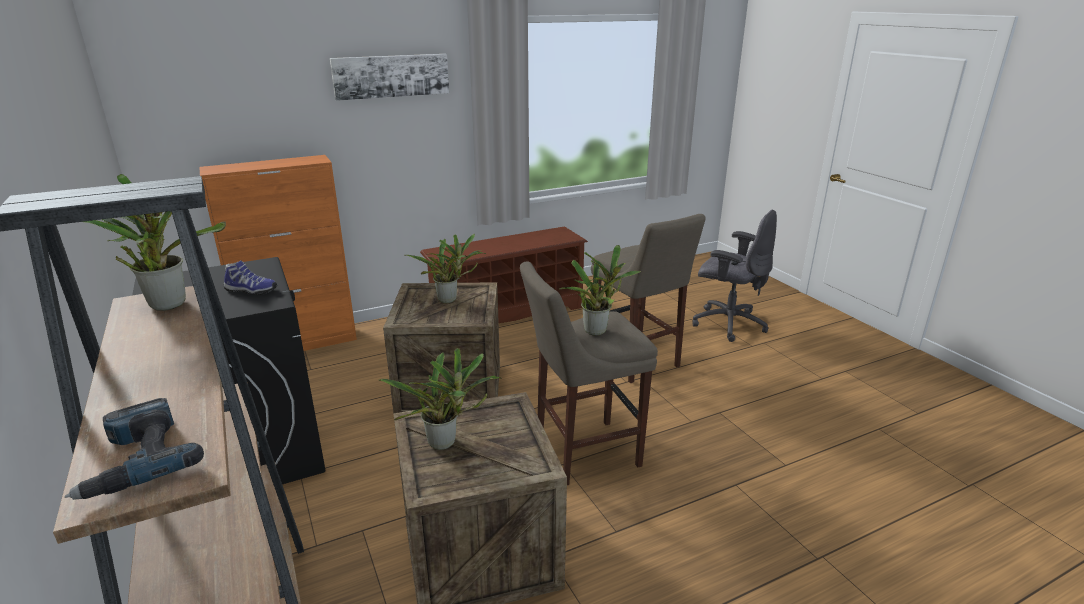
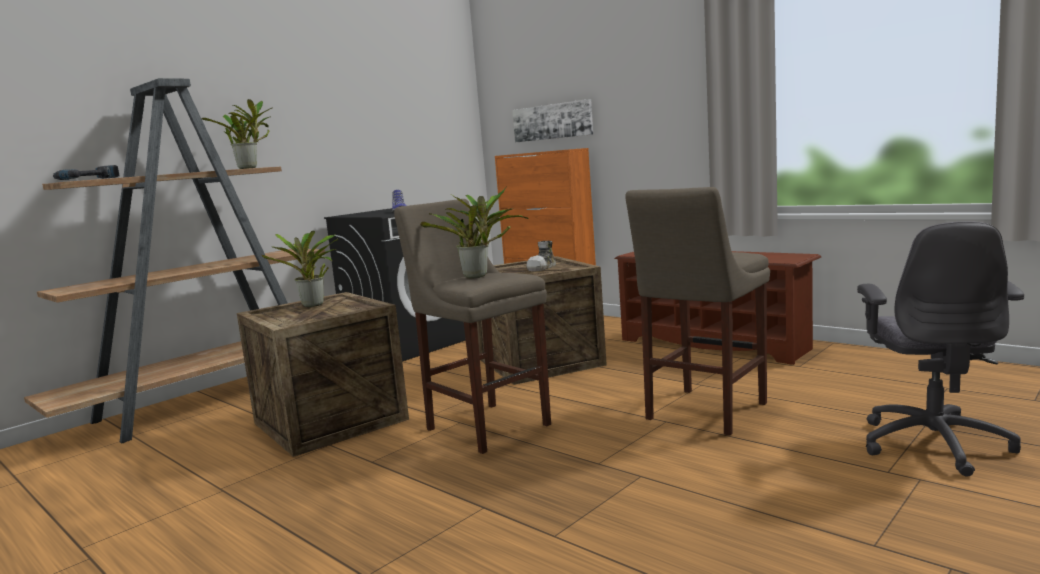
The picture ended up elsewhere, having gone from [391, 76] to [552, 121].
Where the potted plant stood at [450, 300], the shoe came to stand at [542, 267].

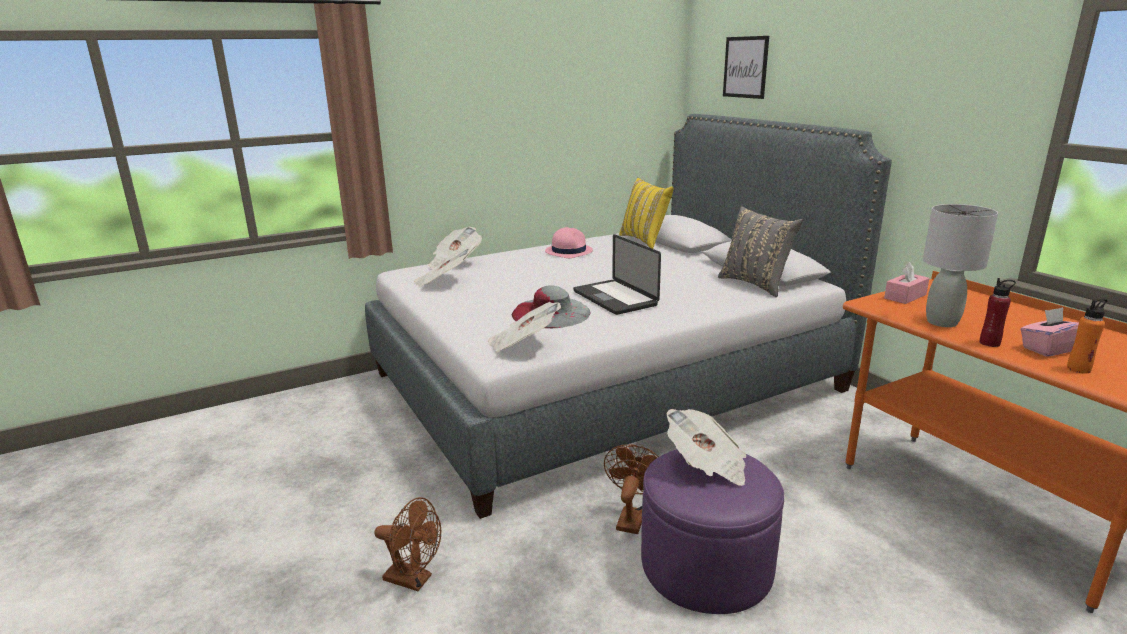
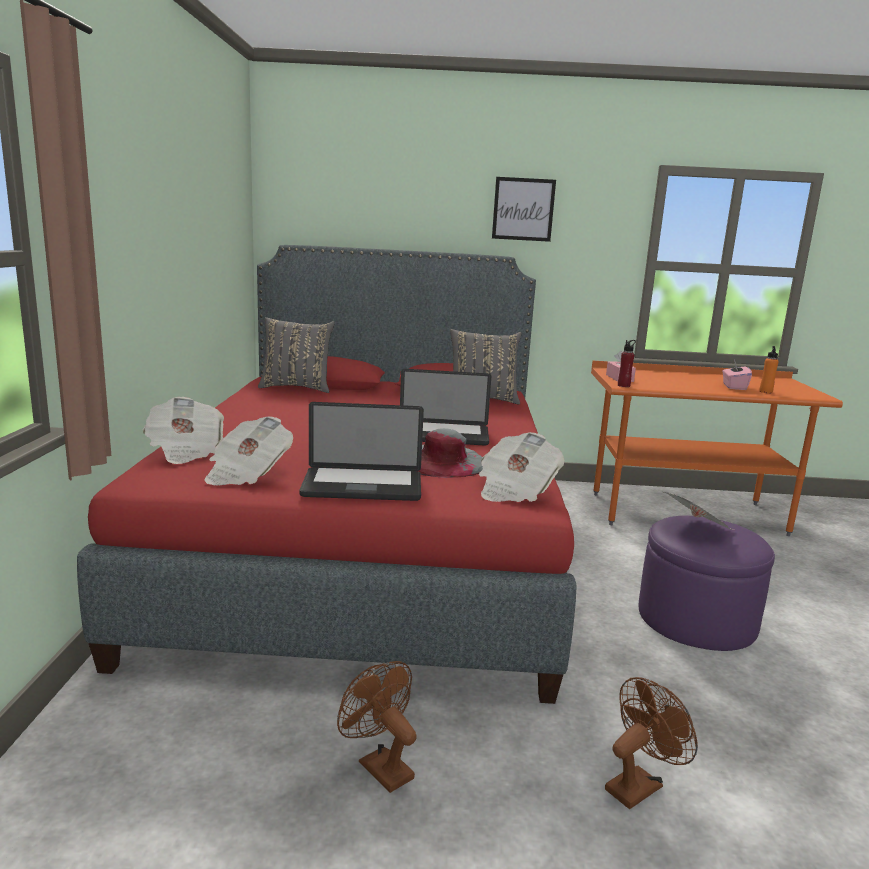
The second view lost the pink hat at [568, 251].
The second view lost the grey table lamp at [942, 322].
The second view gained the laptop at [362, 486].
The brown fan ended up elsewhere, having gone from [632, 517] to [379, 766].
The picture ended up elsewhere, having gone from [745, 67] to [523, 209].
The red bottle ended up elsewhere, having gone from [989, 343] to [623, 385].
What was the grey bed at [606, 381] turned into the red bed at [366, 547].
What was the yellow pillow at [645, 240] turned into the grey pillow at [297, 387].

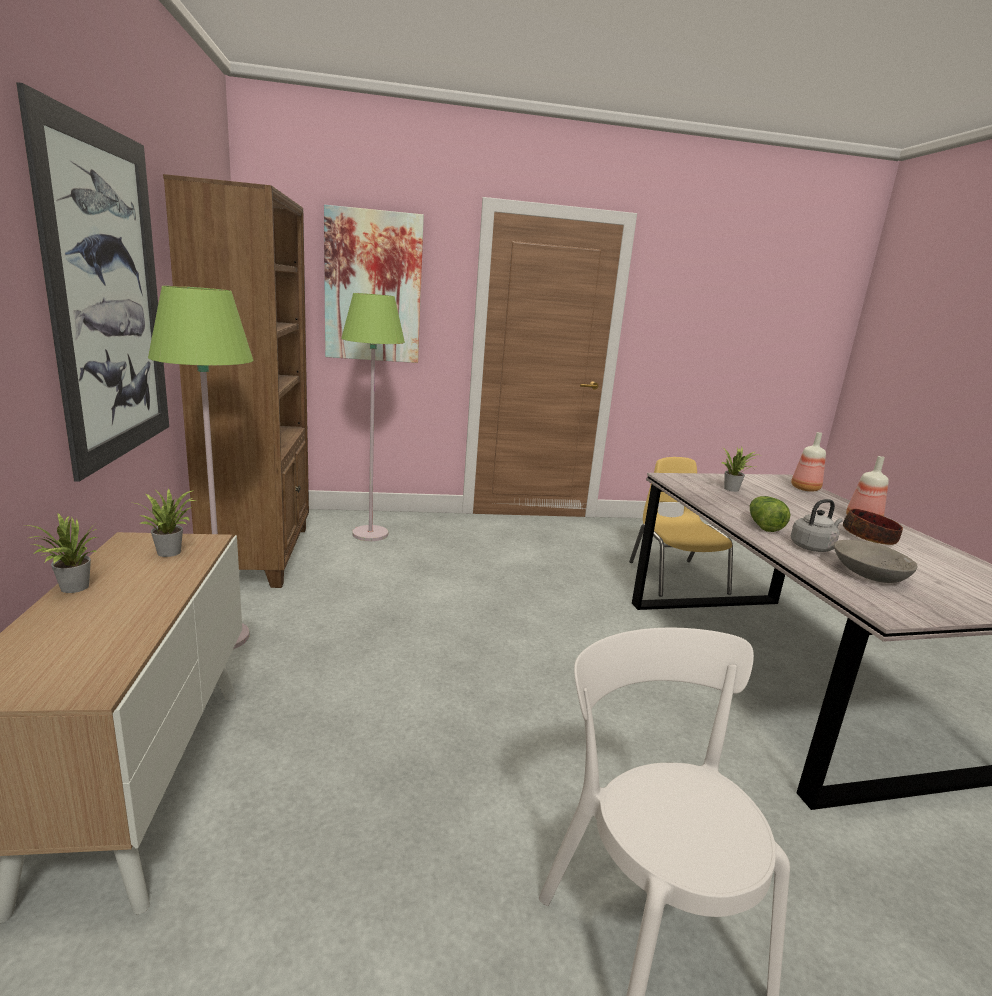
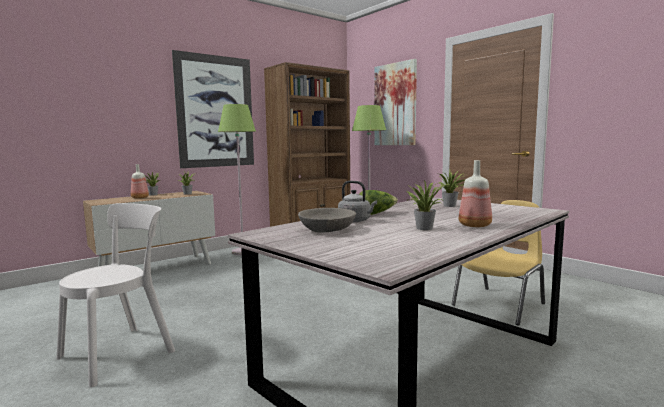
The bottle ended up elsewhere, having gone from [805, 489] to [139, 198].
Where the bowl stood at [869, 538], the potted plant came to stand at [423, 228].

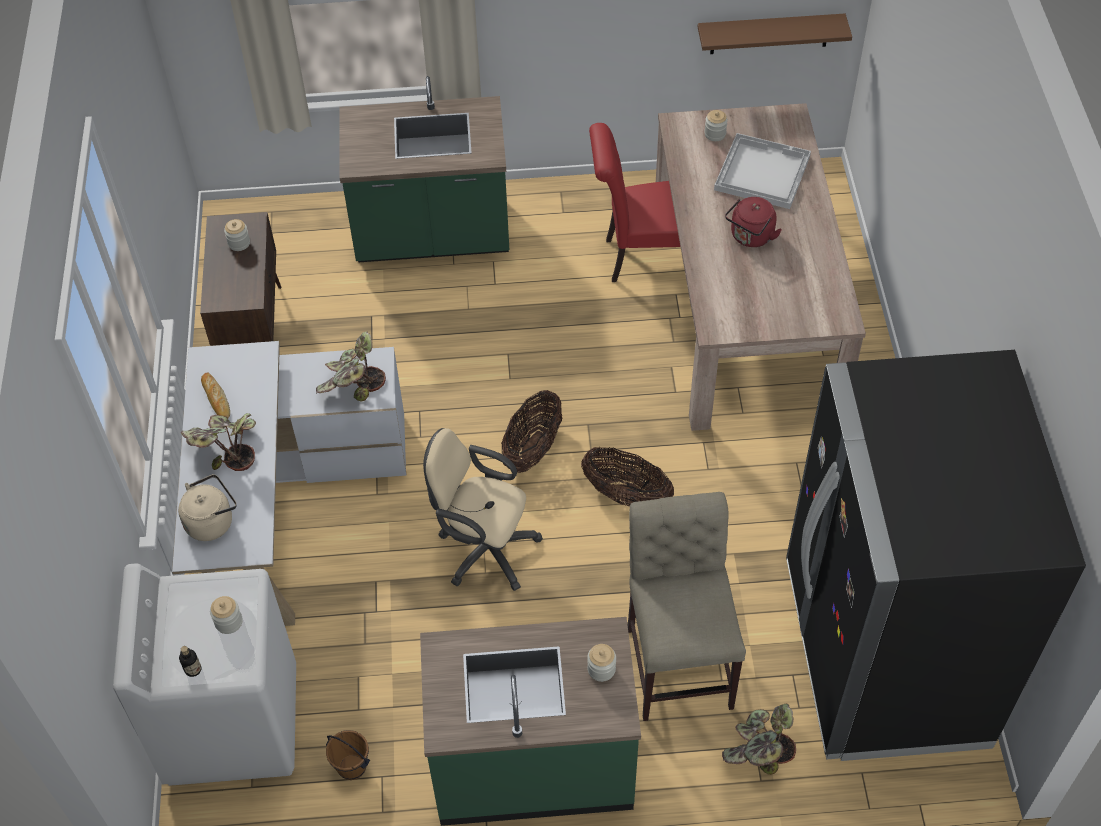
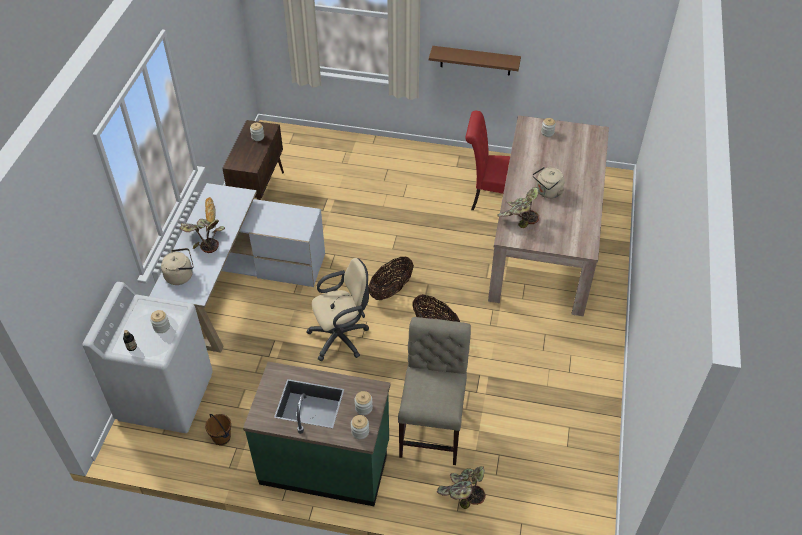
The second view lost the green counter at [432, 237].
The second view lost the white tray at [761, 172].
The second view lost the black fridge at [883, 655].
The second view gained the jar at [360, 432].
The potted plant ended up elsewhere, having gone from [351, 385] to [518, 218].
The brown shelf ended up elsewhere, having gone from [769, 34] to [475, 60].
What was the red kettle at [750, 237] turned into the beige kettle at [547, 192].
The beige office chair at [483, 548] ended up facing another way, 120 degrees clockwise from before.

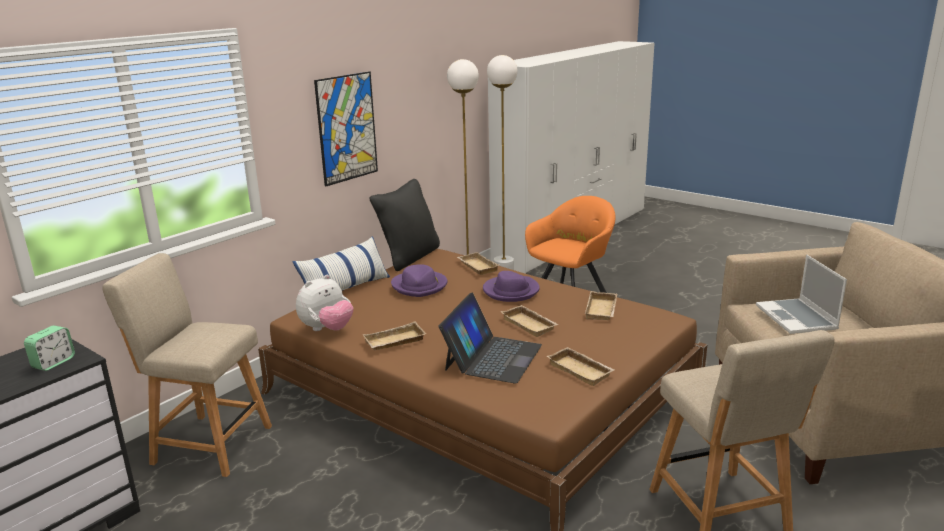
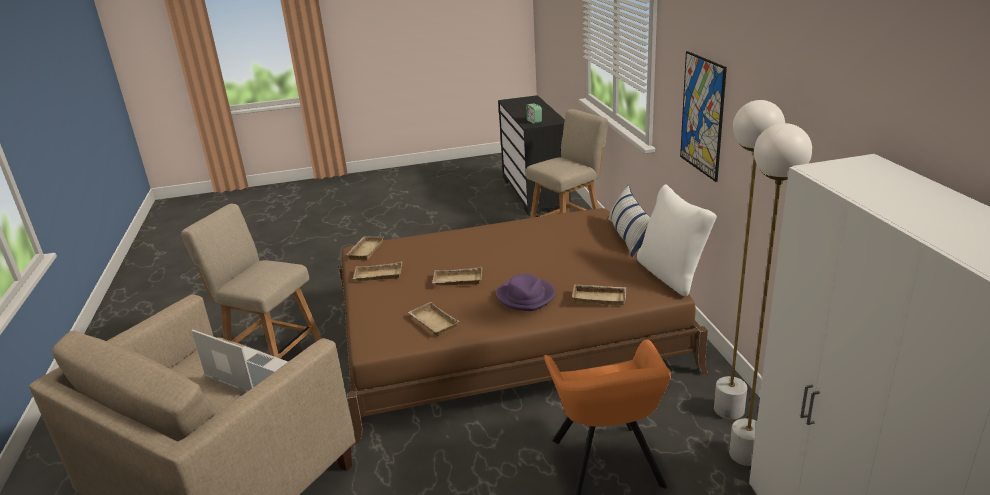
The second view lost the plush toy at [327, 329].
The second view lost the purple hat at [420, 286].
The second view lost the laptop at [492, 357].
The beige tray ended up elsewhere, having gone from [394, 342] to [365, 250].
What was the black pillow at [409, 257] turned into the white pillow at [671, 275].

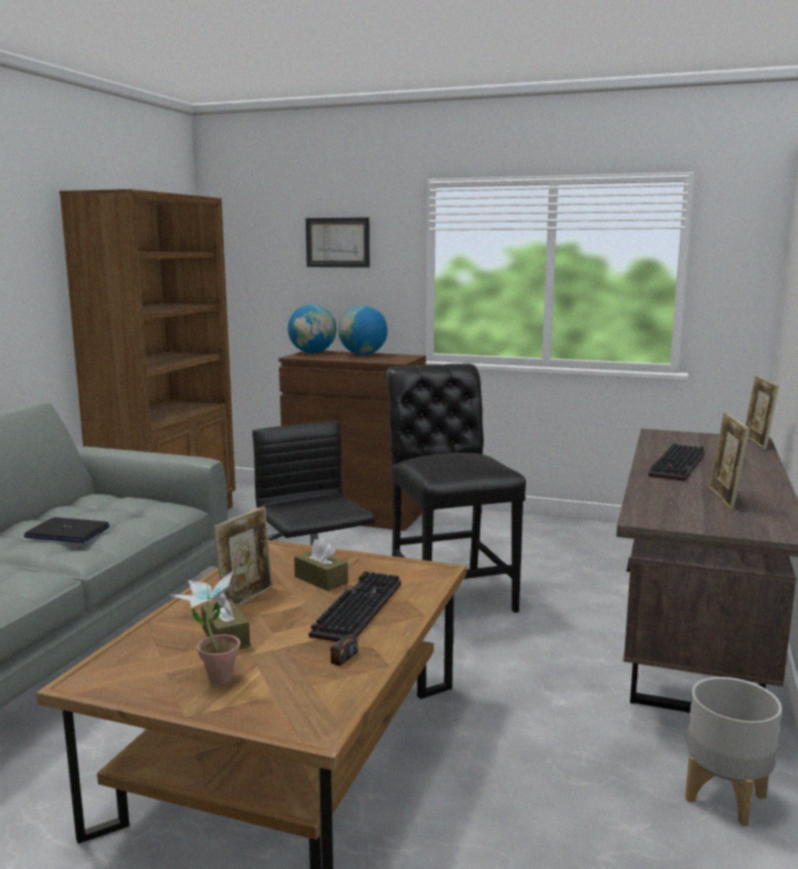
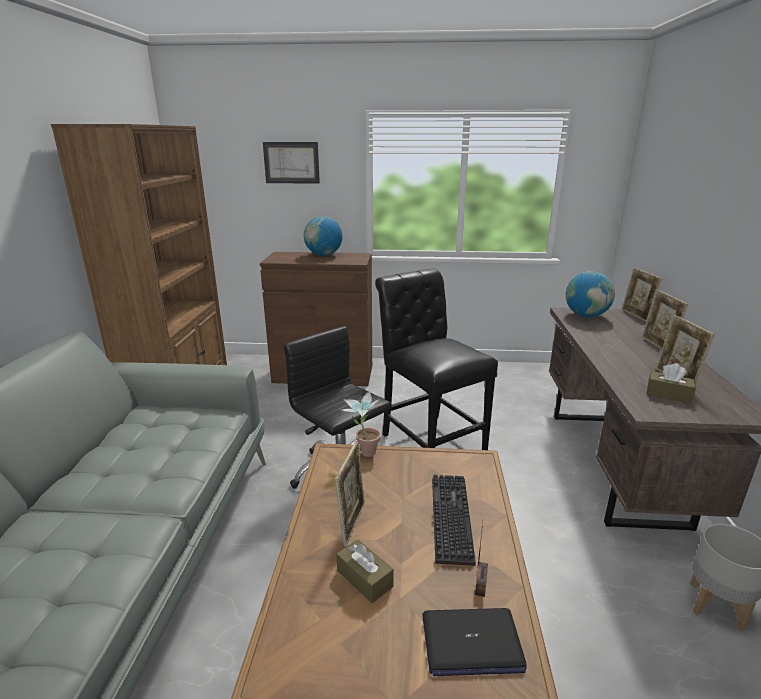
The second view lost the keyboard at [679, 466].
The second view gained the picture frame at [657, 345].
The laptop ended up elsewhere, having gone from [67, 532] to [471, 642].
The potted plant ended up elsewhere, having gone from [213, 676] to [363, 452].
The globe ended up elsewhere, having gone from [313, 352] to [586, 315].
The brown tissue box ended up elsewhere, having gone from [321, 580] to [668, 394].

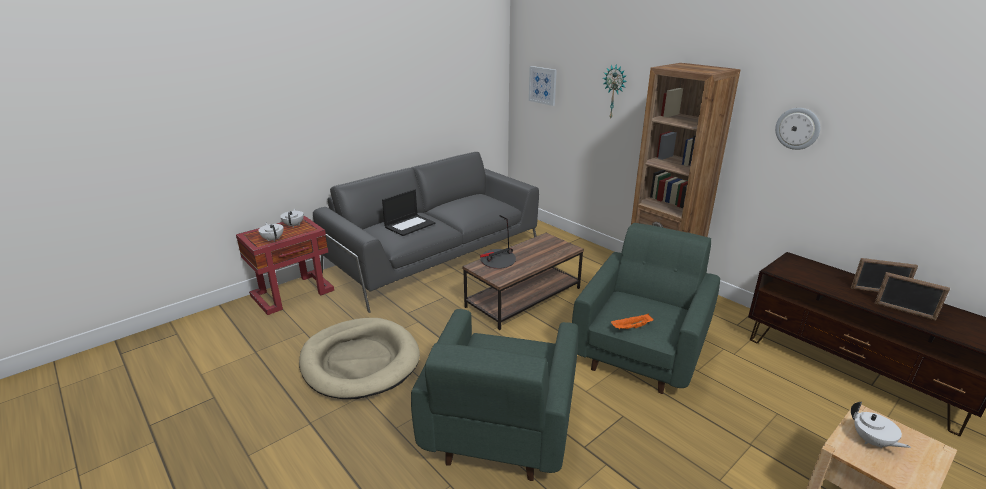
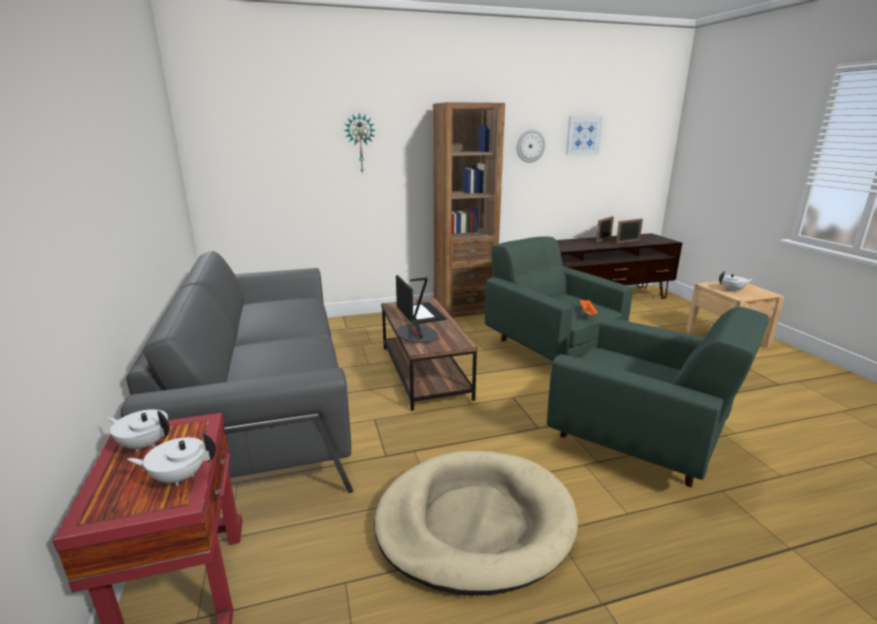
The laptop ended up elsewhere, having gone from [410, 225] to [419, 313].
The picture ended up elsewhere, having gone from [543, 85] to [583, 135].

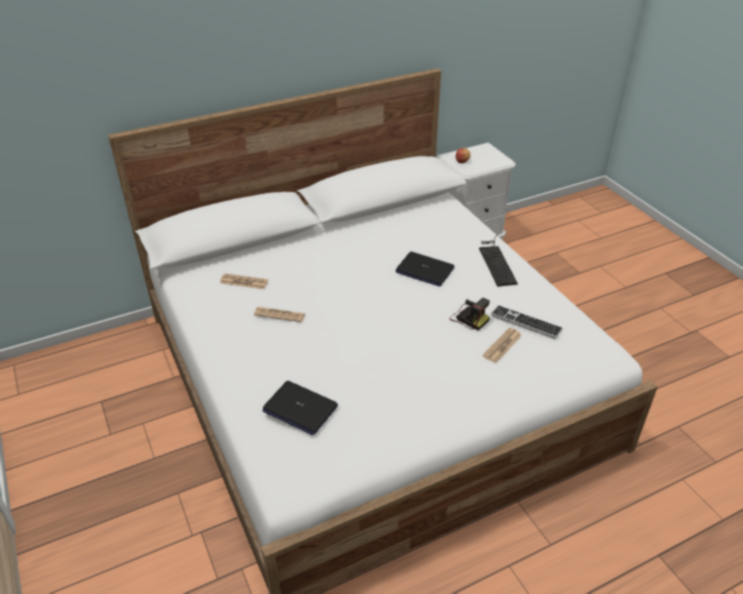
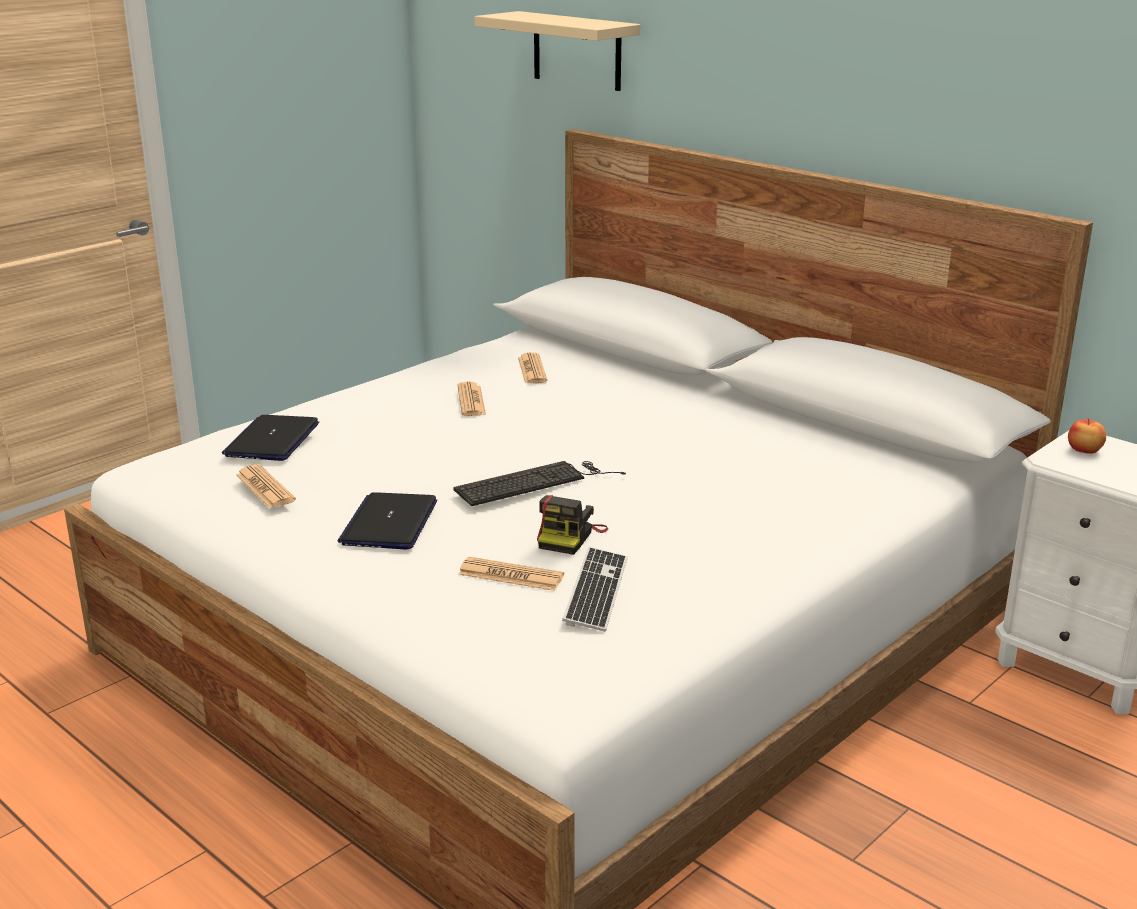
The second view gained the newspaper at [265, 488].
The second view gained the beige shelf at [577, 51].
The laptop ended up elsewhere, having gone from [424, 270] to [389, 523].
The keyboard ended up elsewhere, having gone from [496, 261] to [535, 482].

